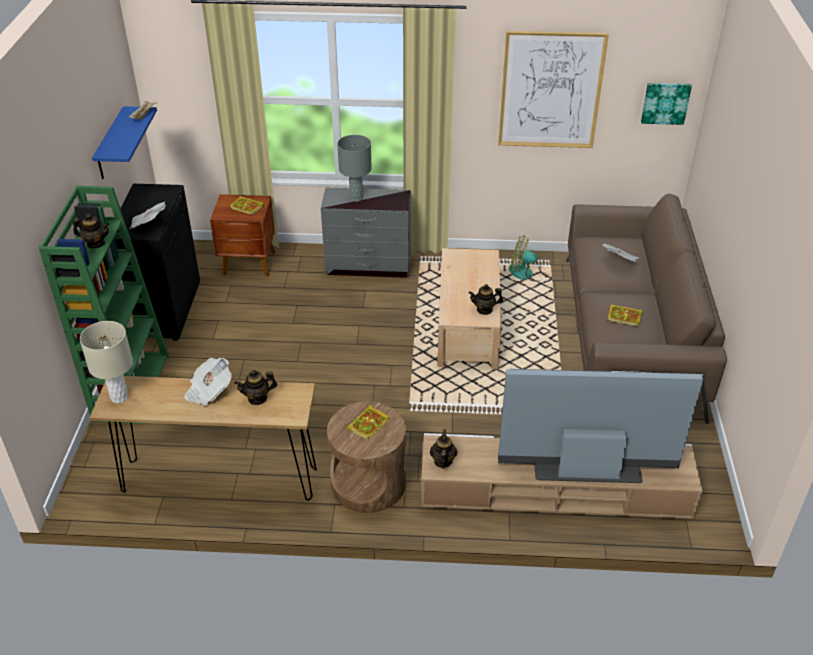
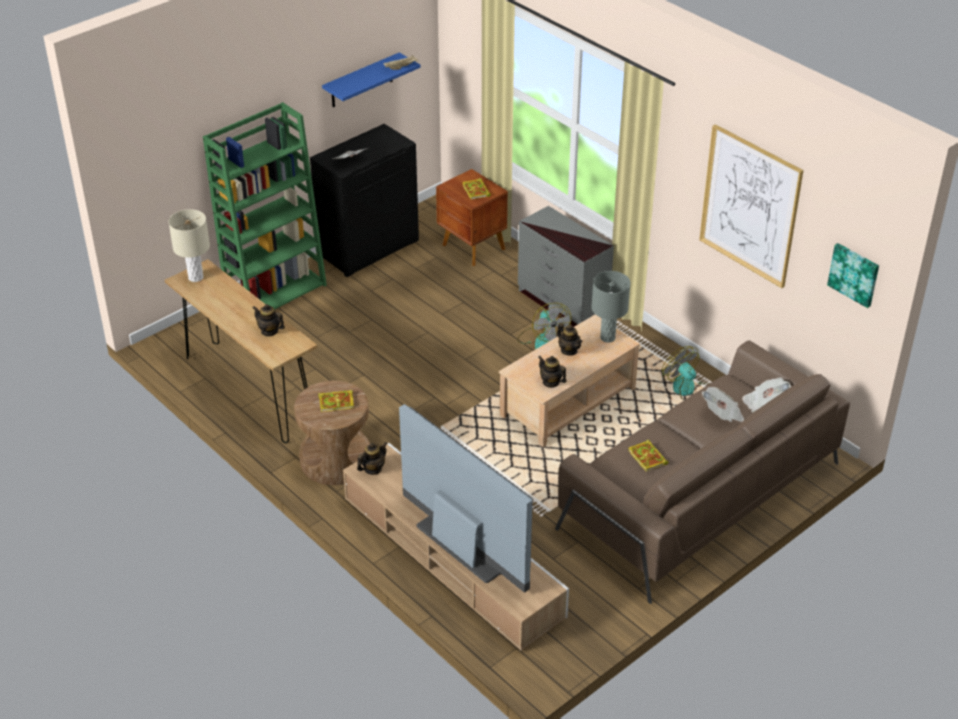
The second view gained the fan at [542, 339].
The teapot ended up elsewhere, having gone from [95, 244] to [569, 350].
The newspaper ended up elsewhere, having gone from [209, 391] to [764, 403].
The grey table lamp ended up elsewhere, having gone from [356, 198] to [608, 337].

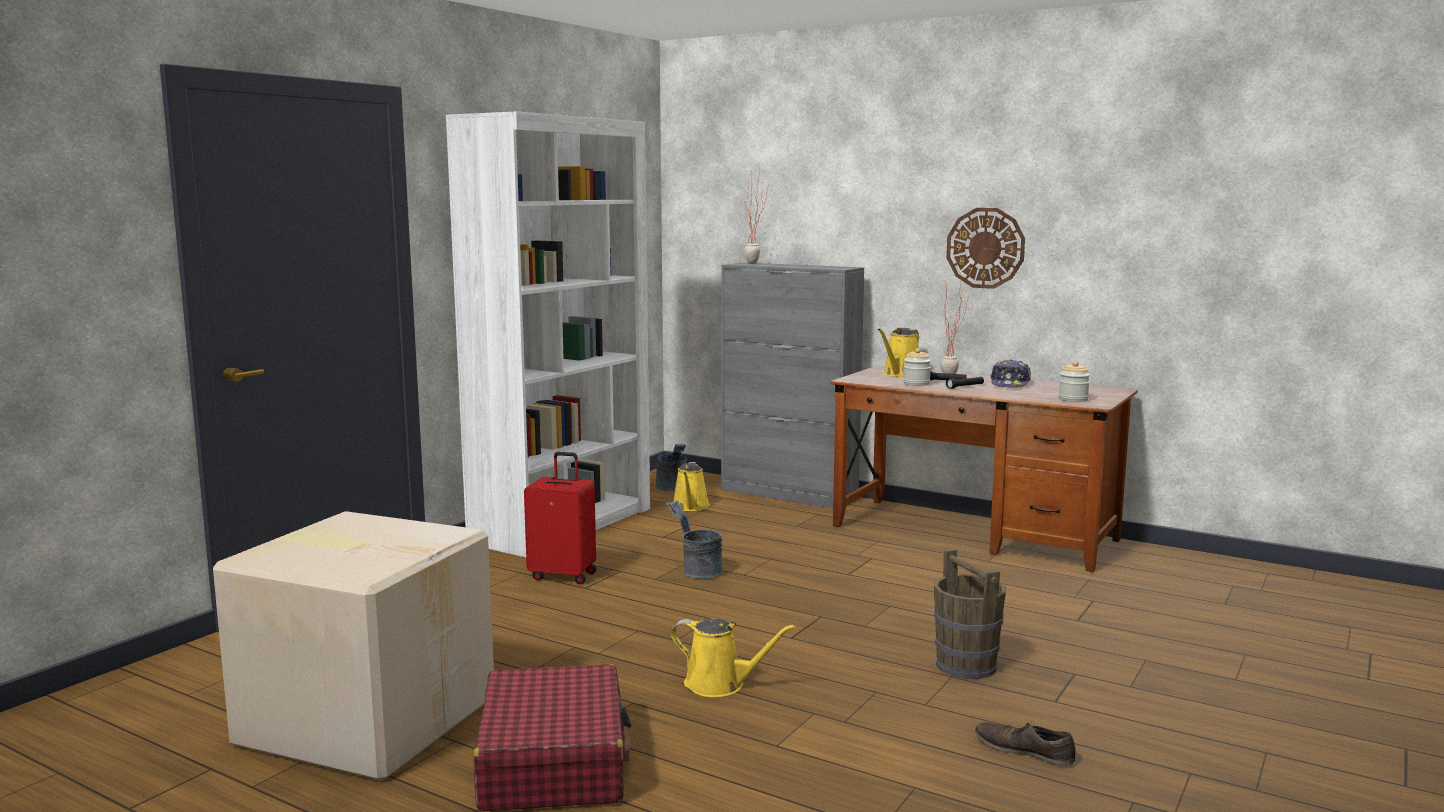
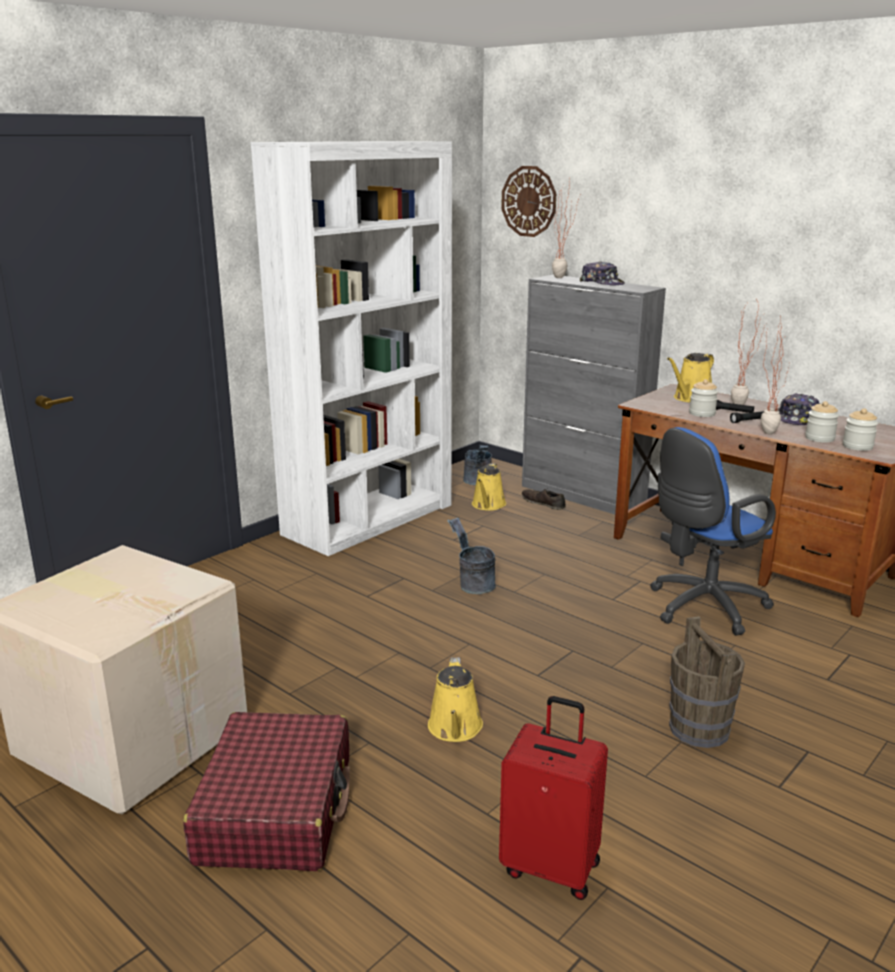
The second view gained the cap at [602, 283].
The second view gained the blue office chair at [701, 608].
The second view gained the potted plant at [767, 431].
The second view gained the jar at [819, 438].
The red suitcase ended up elsewhere, having gone from [563, 575] to [551, 866].
The wall clock ended up elsewhere, having gone from [985, 248] to [529, 201].
The brown shoe ended up elsewhere, having gone from [1024, 750] to [543, 503].
The yellow watering can at [720, 685] ended up facing another way, 60 degrees clockwise from before.

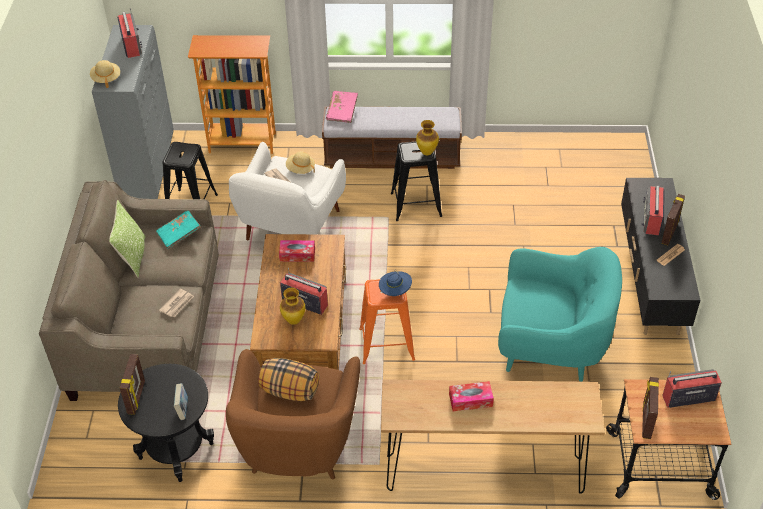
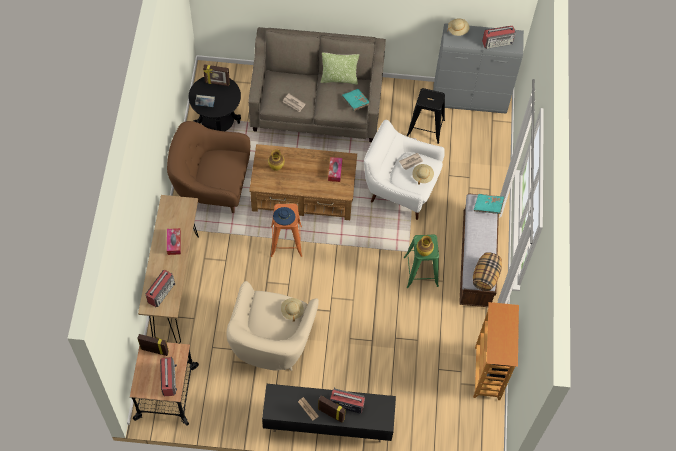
The second view gained the beige hat at [292, 311].
The bookcase ended up elsewhere, having gone from [242, 142] to [488, 373].
The pillow ended up elsewhere, having gone from [289, 390] to [485, 276].
The radio ended up elsewhere, having gone from [304, 302] to [161, 292].
What was the pink book at [342, 112] turned into the turquoise book at [488, 206].
What was the black stool at [415, 205] turned into the green stool at [421, 271].
What was the turquoise armchair at [551, 347] turned into the beige armchair at [272, 343].

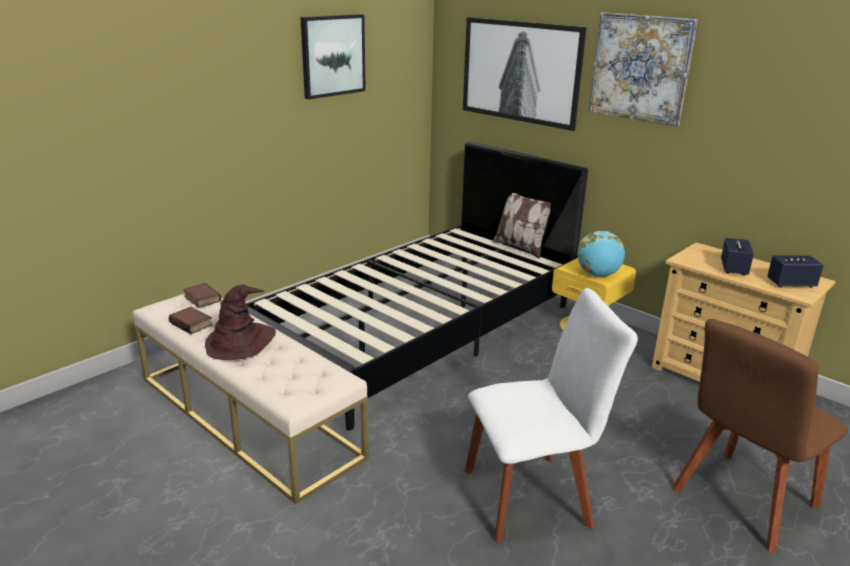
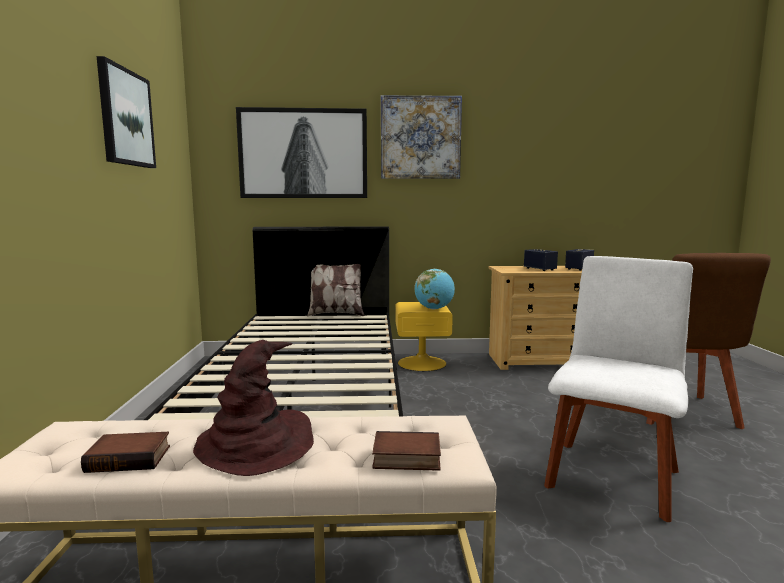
The book ended up elsewhere, having gone from [201, 299] to [405, 458].

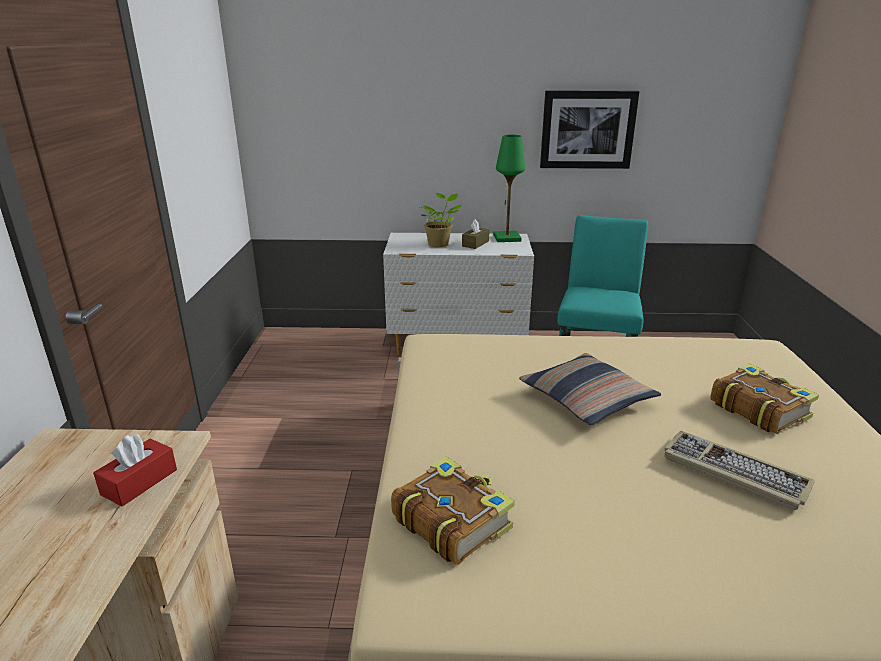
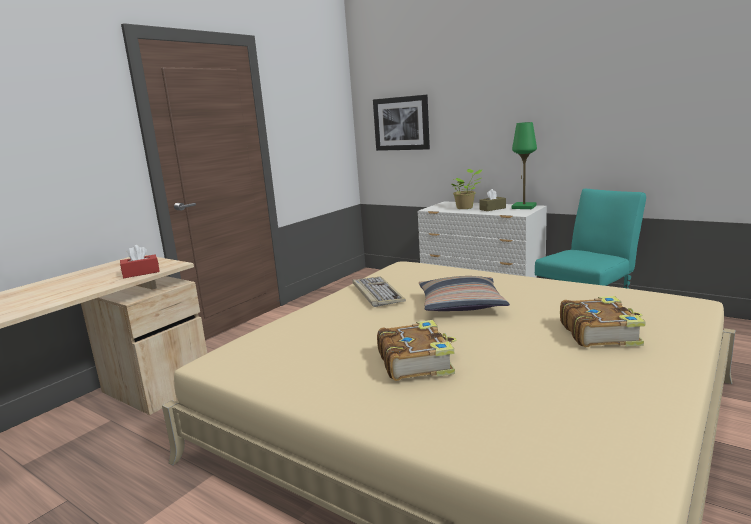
The book ended up elsewhere, having gone from [451, 521] to [416, 361].
The picture ended up elsewhere, having gone from [587, 130] to [401, 123].
The keyboard ended up elsewhere, having gone from [732, 472] to [376, 293].

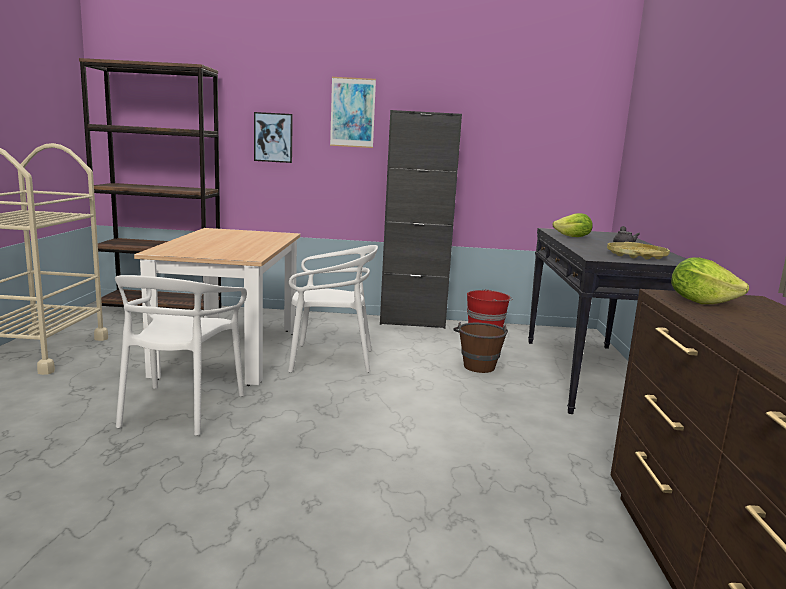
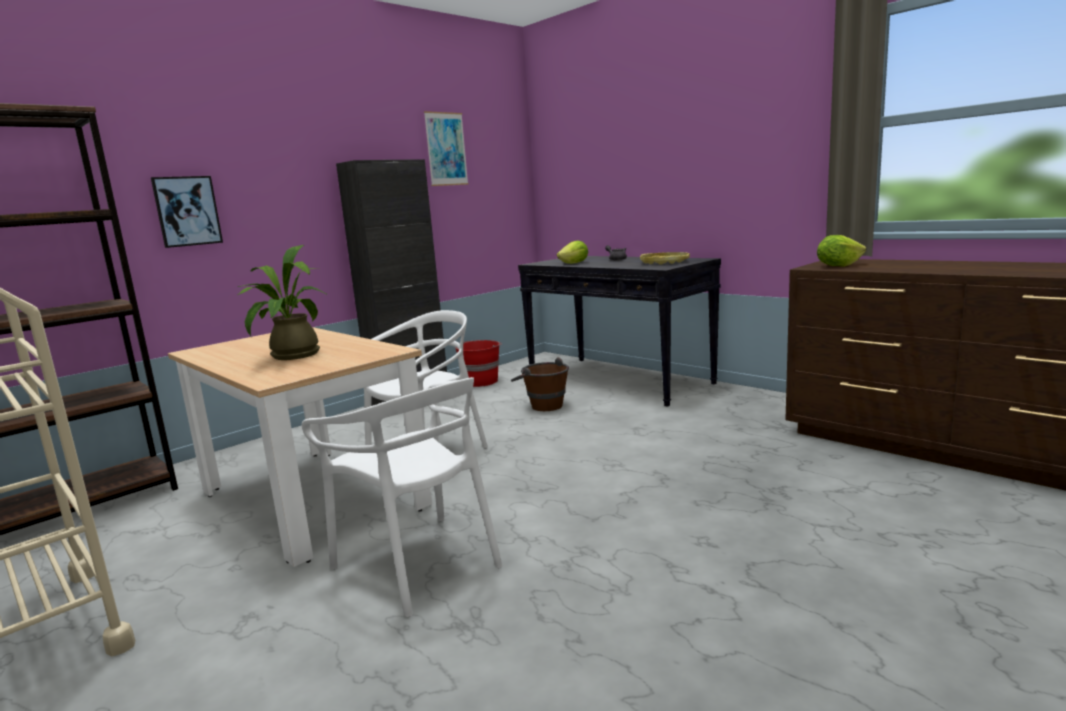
The second view gained the potted plant at [290, 356].
The picture ended up elsewhere, having gone from [352, 112] to [446, 149].

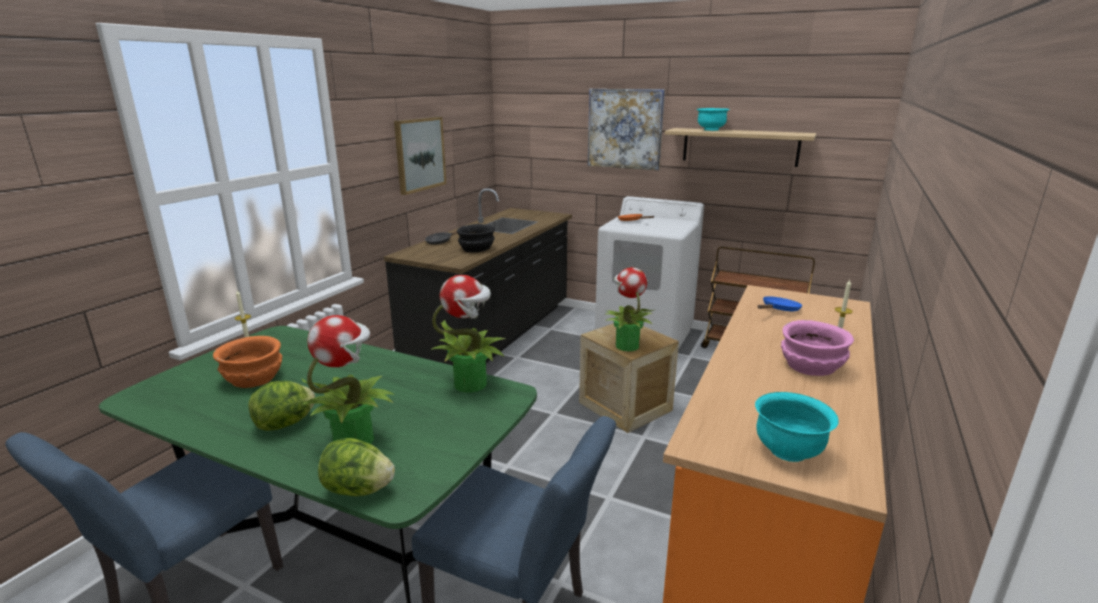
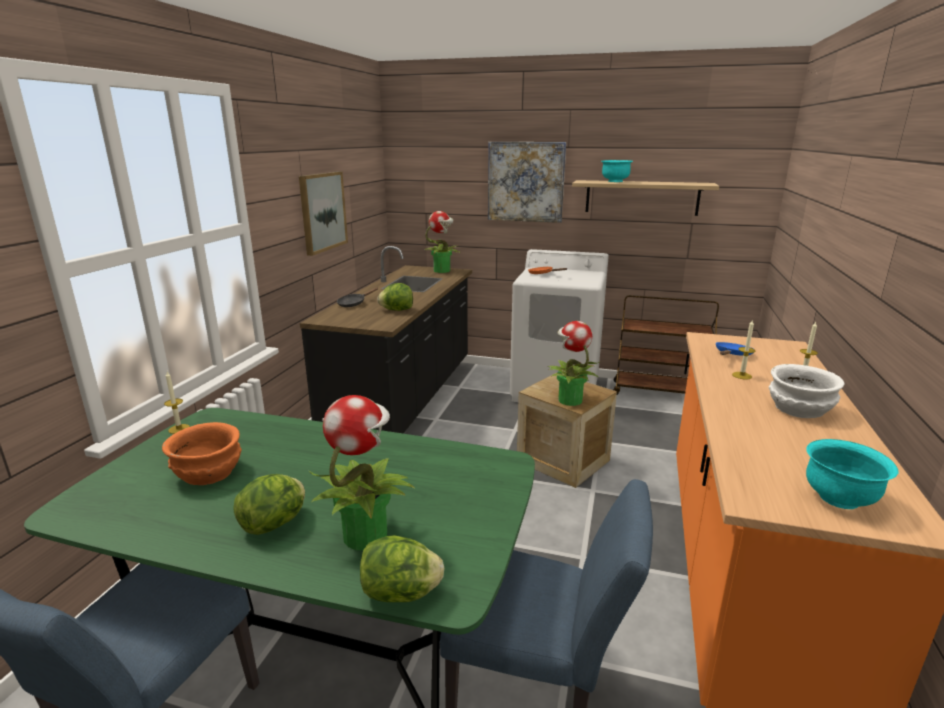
The second view gained the candle at [742, 375].
The potted plant ended up elsewhere, having gone from [471, 383] to [442, 270].
Where the black bowl stood at [476, 249], the lettuce came to stand at [396, 310].
What was the pink bowl at [812, 366] turned into the white bowl at [800, 409].

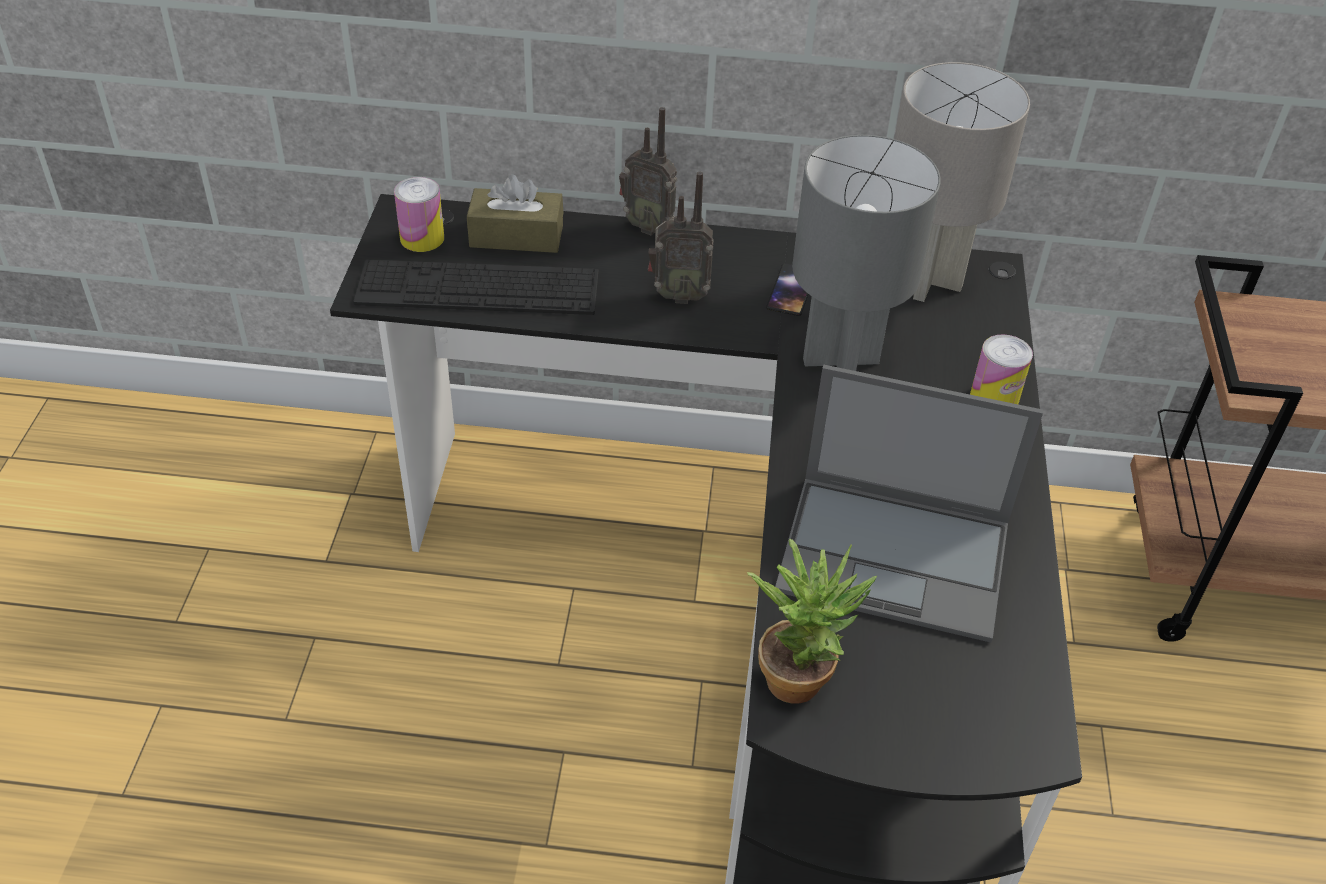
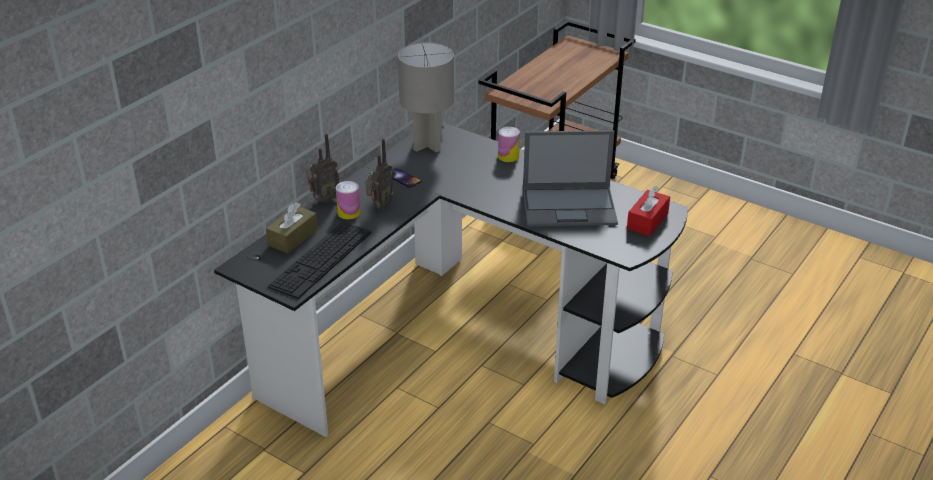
The second view lost the potted plant at [800, 673].
The second view lost the grey table lamp at [842, 360].
The second view gained the red tissue box at [647, 221].
The can ended up elsewhere, having gone from [422, 238] to [349, 212].
The laptop at [897, 556] ended up facing another way, 45 degrees clockwise from before.

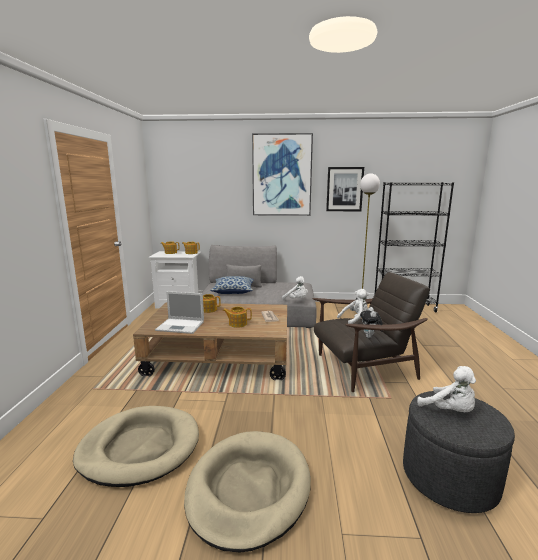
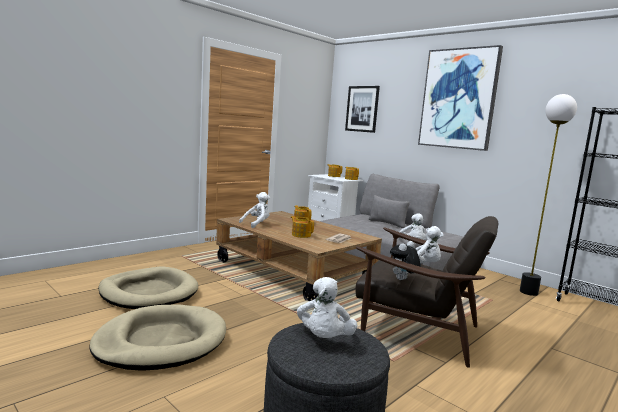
The second view lost the pillow at [233, 291].
The picture ended up elsewhere, having gone from [344, 189] to [362, 109].
Where the laptop stood at [181, 326], the white plush toy came to stand at [257, 224].

